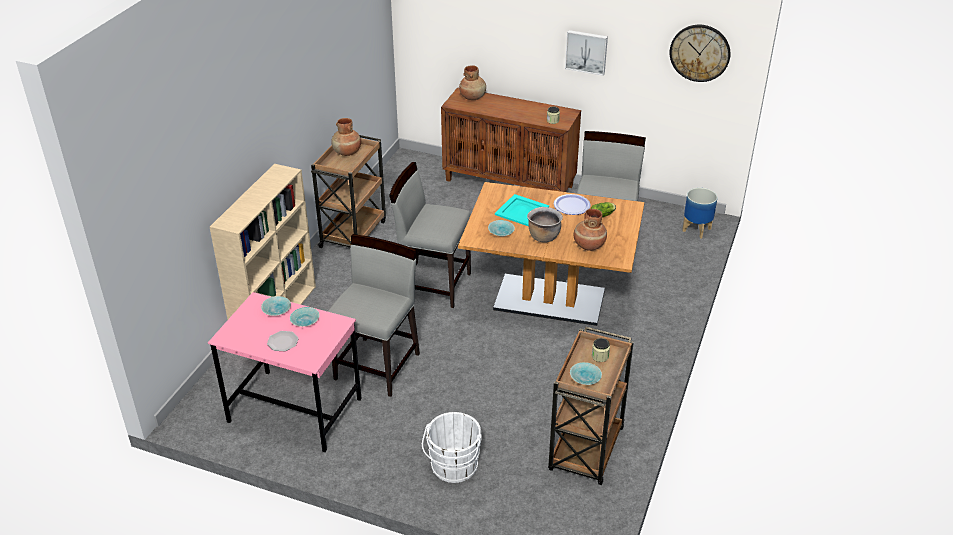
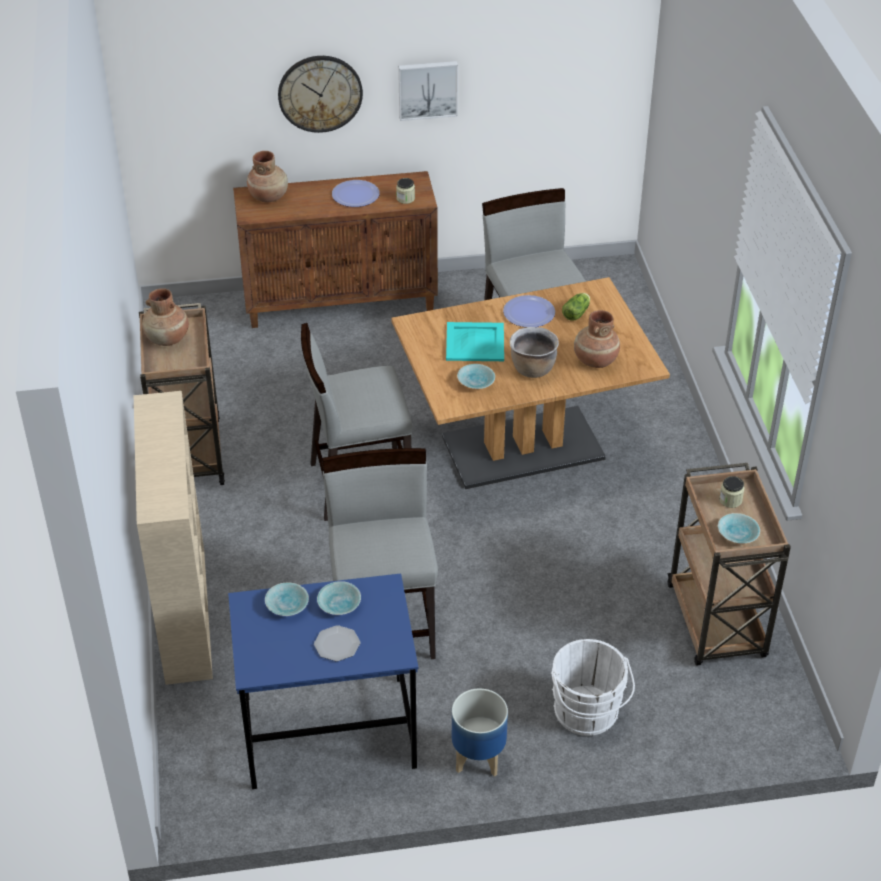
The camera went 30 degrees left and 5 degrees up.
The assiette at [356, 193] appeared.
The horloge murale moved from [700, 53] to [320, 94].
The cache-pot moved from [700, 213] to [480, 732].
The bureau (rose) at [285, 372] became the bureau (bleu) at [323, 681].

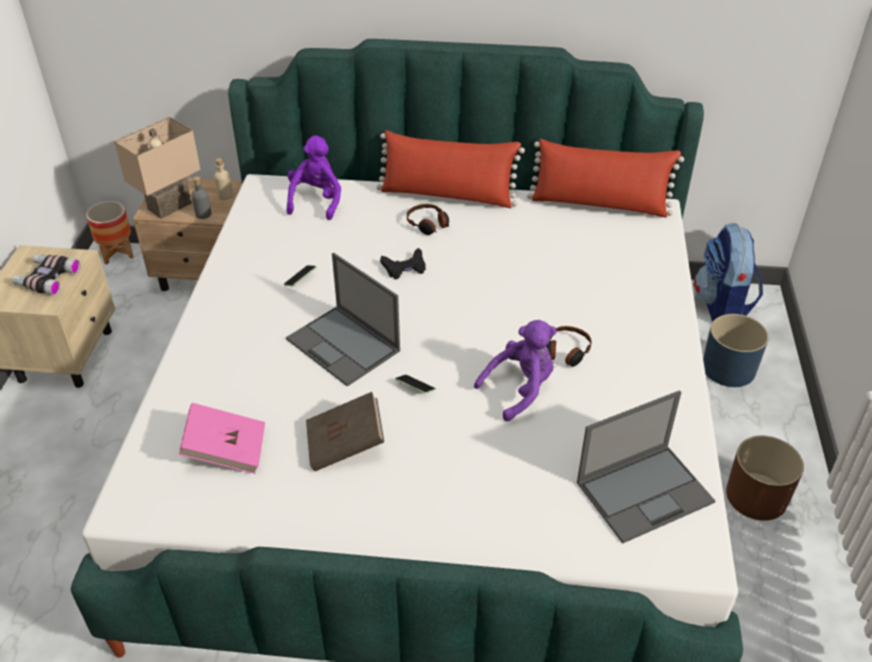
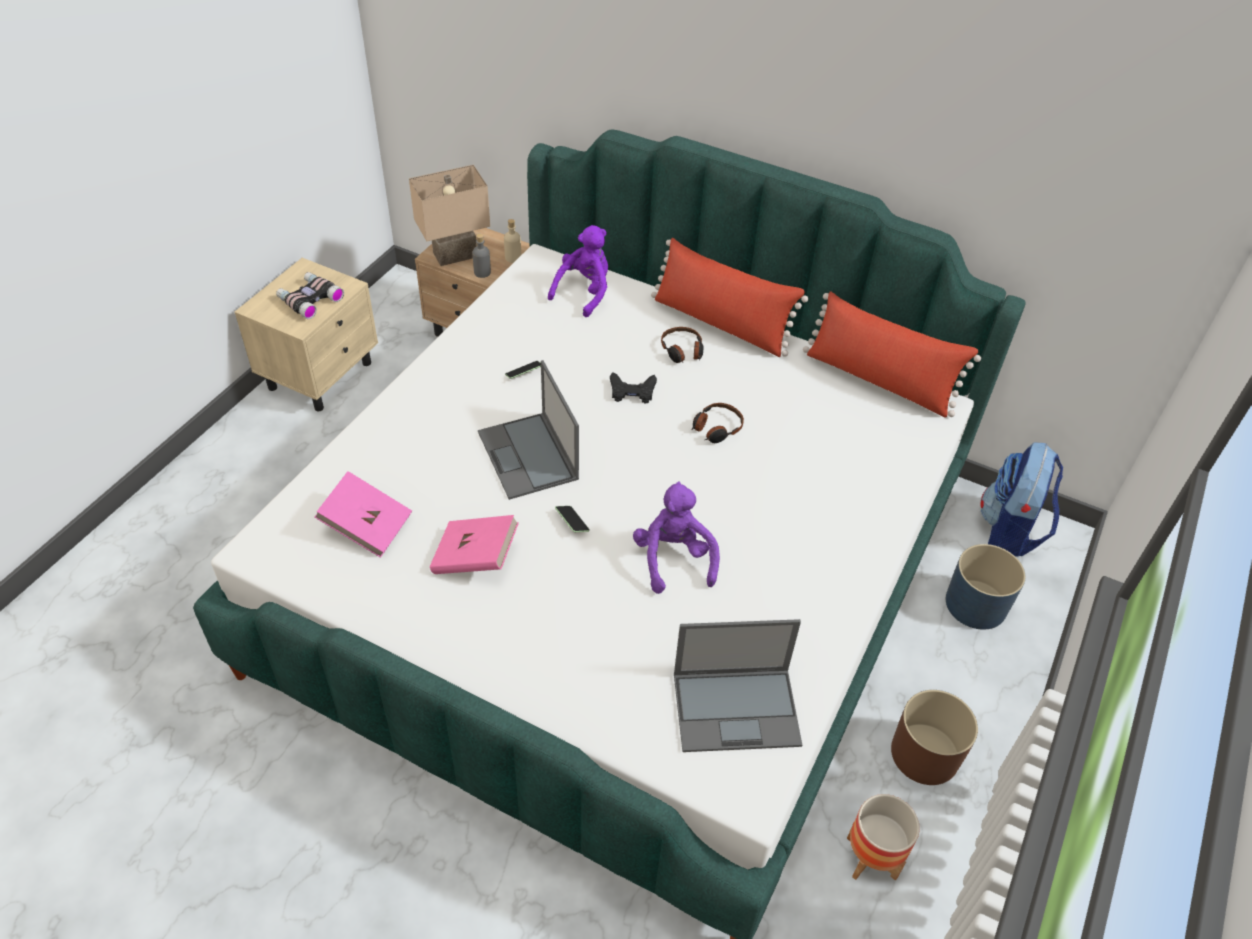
The camera went 20 degrees right and 5 degrees up.
The cache-pot moved from [110, 232] to [883, 837].
The casque audio moved from [569, 346] to [718, 423].
The livre (marron) at [345, 431] became the livre (rose) at [474, 544].
The peluche (violet) at [515, 370] turned 90 degrees counterclockwise.

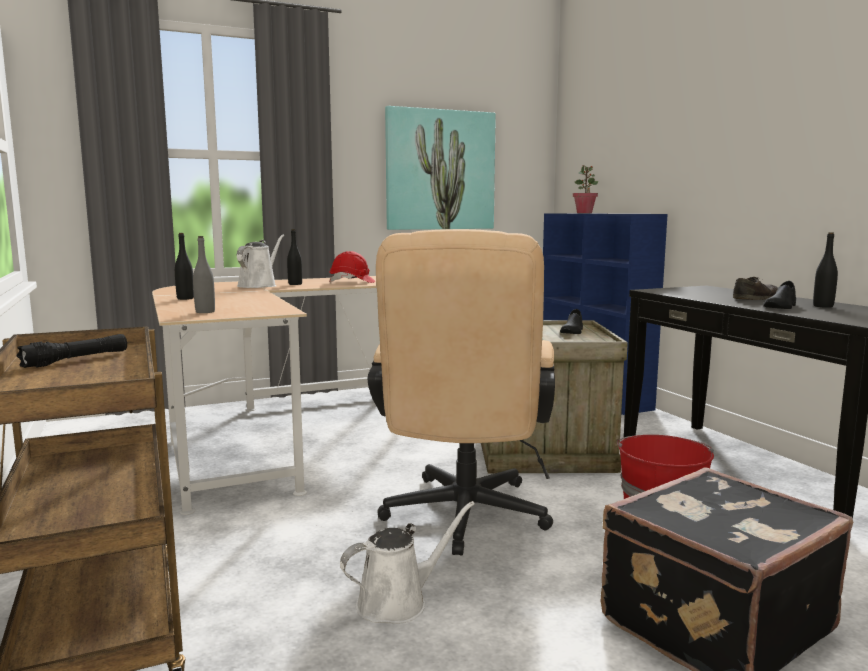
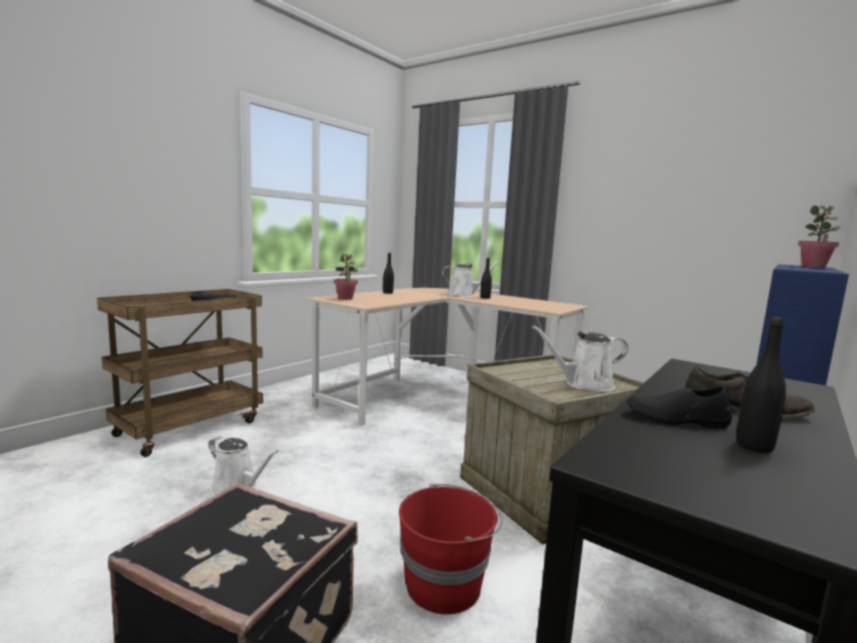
The camera went 60 degrees right and 0 degrees up.
The casque de chantier (rouge) at [352, 267] disappeared.
The chaise de bureau (beige) at [461, 392] disappeared.
The tableau at [440, 168] disappeared.
The bouteille (gris) at [204, 274] was replaced by the plante en pot at [346, 276].
The chaussure (noir) at [571, 321] was replaced by the arrosoir (blanc) at [580, 359].

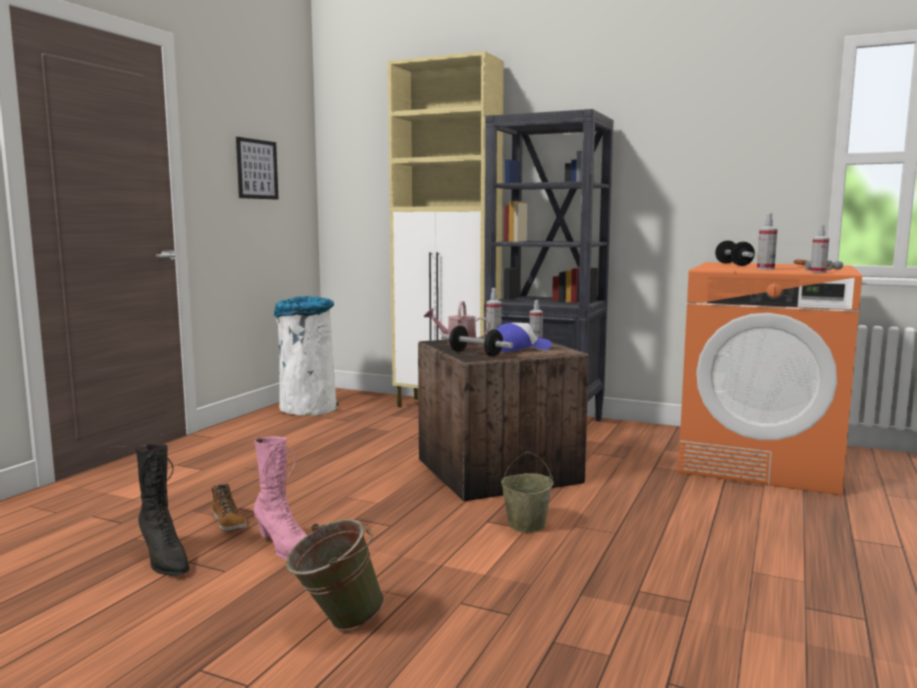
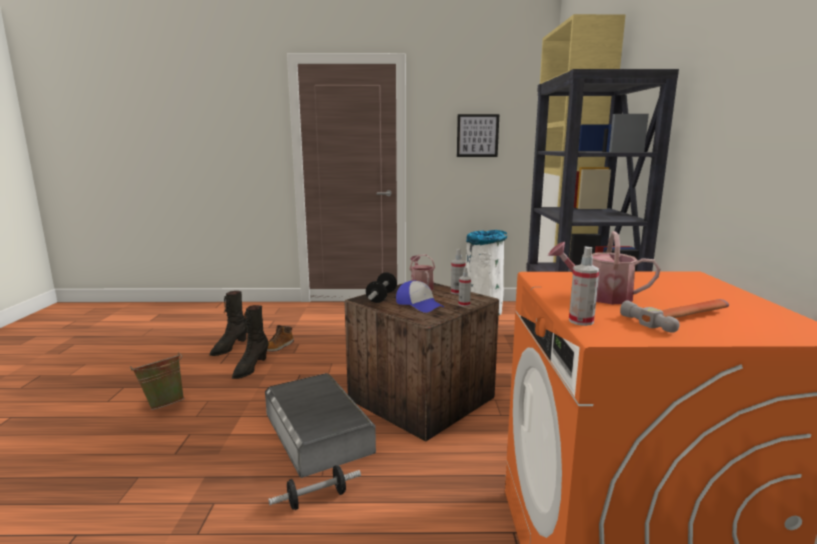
The camera went 65 degrees right and 5 degrees up.
The haltère moved from [735, 253] to [314, 487].
The seau (beige) at [527, 492] was replaced by the boîte de rangement (gris) at [320, 425].
The vaporisateur at [767, 241] was replaced by the arrosoir at [604, 267].
The botte (rose) at [280, 498] became the botte (noir) at [250, 342].

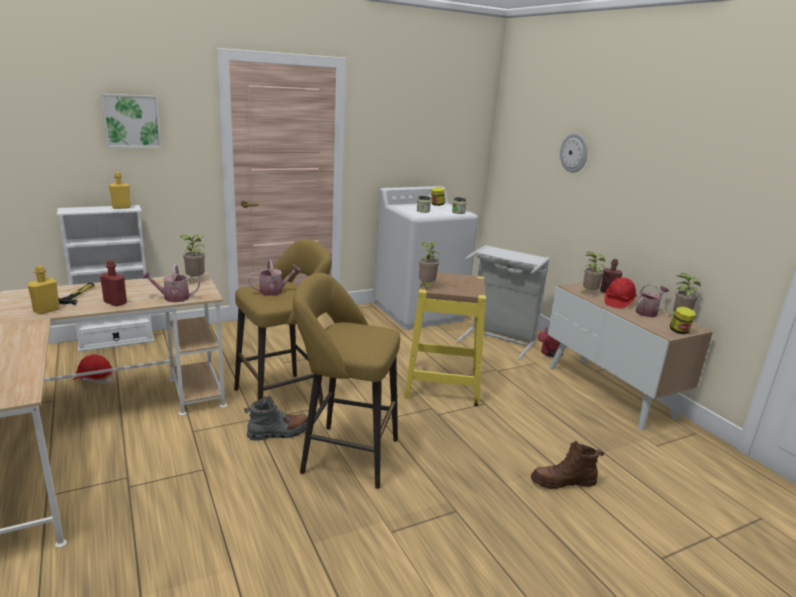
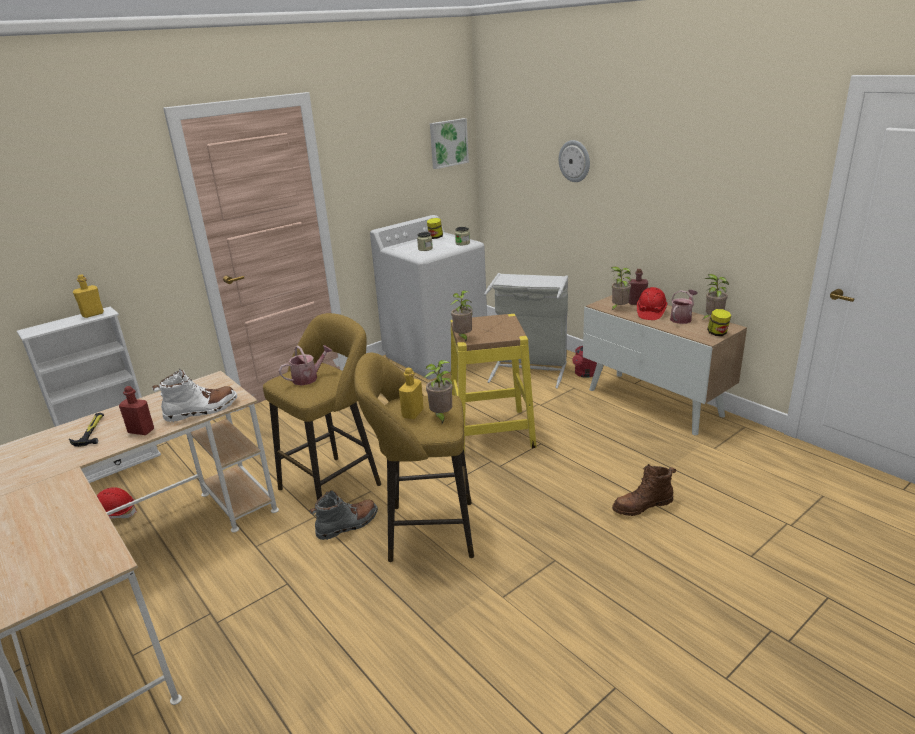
The camera went 10 degrees left and 5 degrees up.
The bouteille (jaune) moved from [43, 289] to [411, 393].
The tableau moved from [131, 121] to [449, 143].
The plante en pot moved from [192, 259] to [438, 392].
The arrosoir at [170, 283] was replaced by the botte (blanc) at [194, 395].

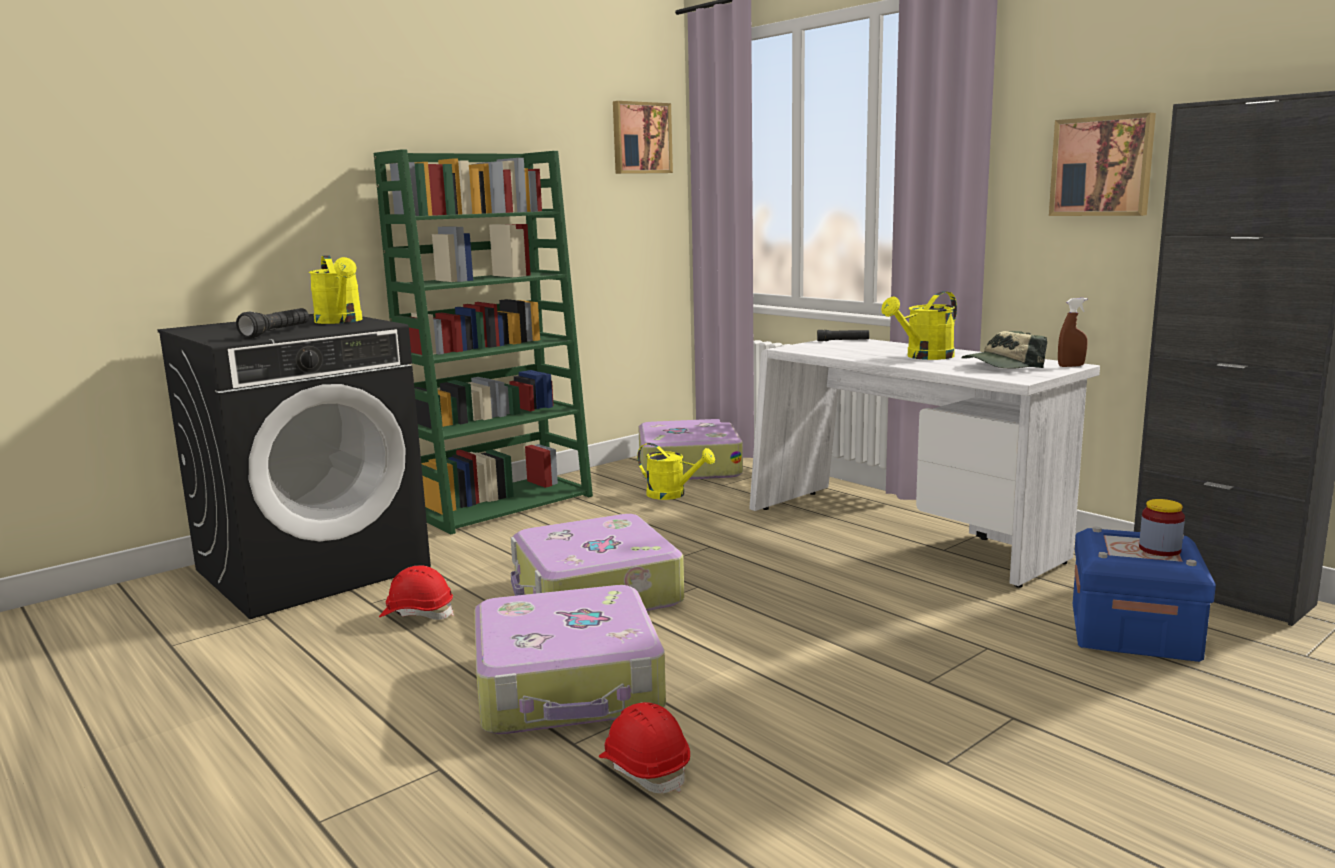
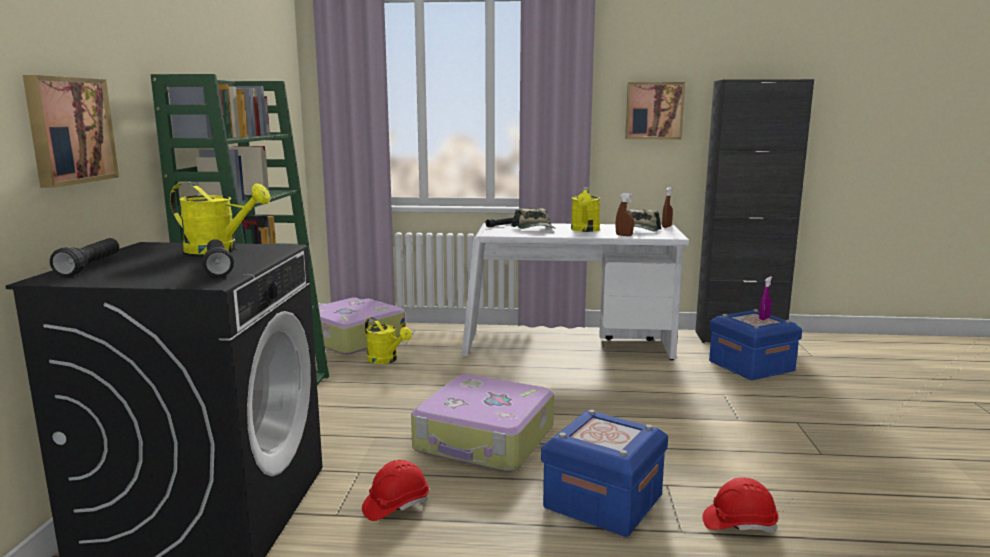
The camera went 45 degrees left and 0 degrees up.
The lampe de poche (noir) at [84, 257] appeared.
The casquette at [533, 218] appeared.
The vaporisateur (marron) at [625, 214] appeared.
The tableau moved from [643, 137] to [71, 131].
The valise at [570, 659] was replaced by the boîte de rangement (bleu) at [604, 473].
The bocal at [1162, 527] was replaced by the vaporisateur (violet) at [765, 298].
The arrosoir (jaune) at [676, 471] turned 60 degrees clockwise.

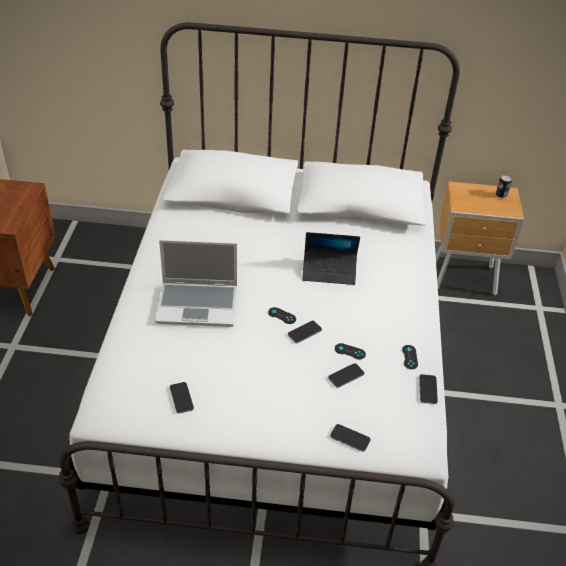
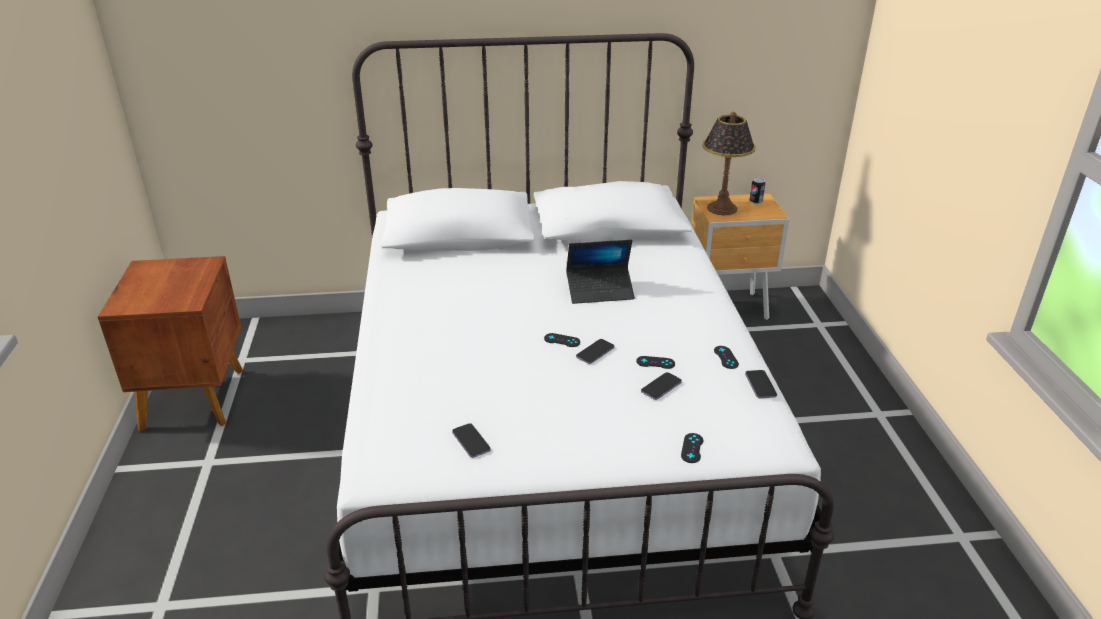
The camera went 10 degrees left and 10 degrees down.
The ordinateur portable at [196, 283] disappeared.
The lampe de table at [729, 163] appeared.
The téléphone at [350, 437] was replaced by the manette (noir) at [692, 448].

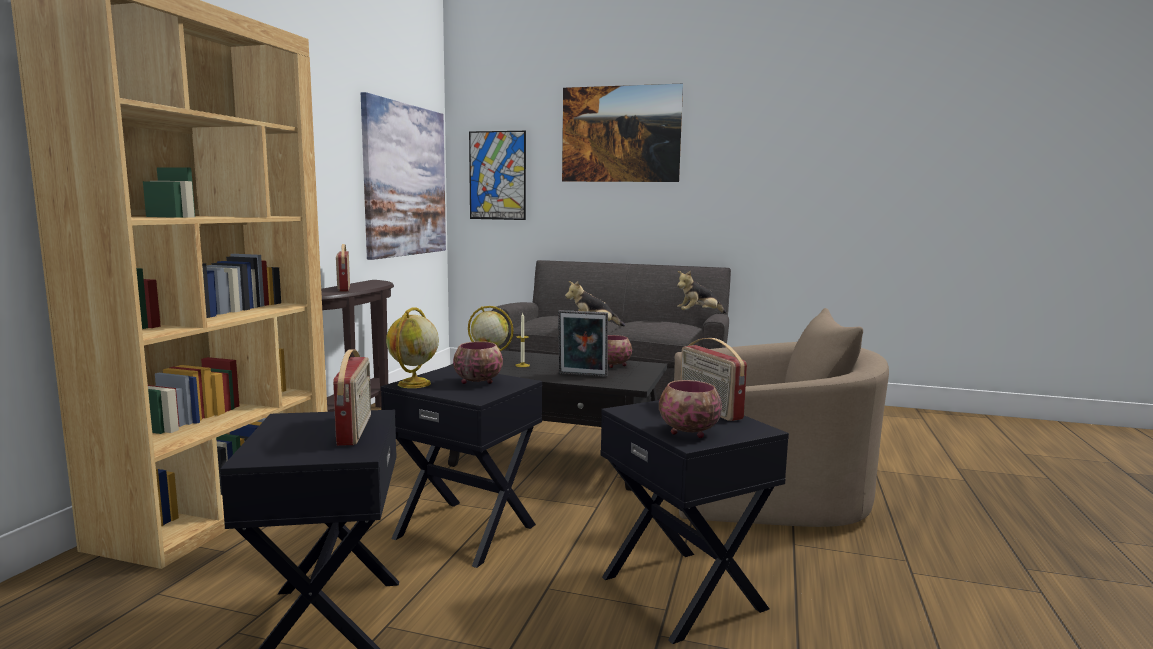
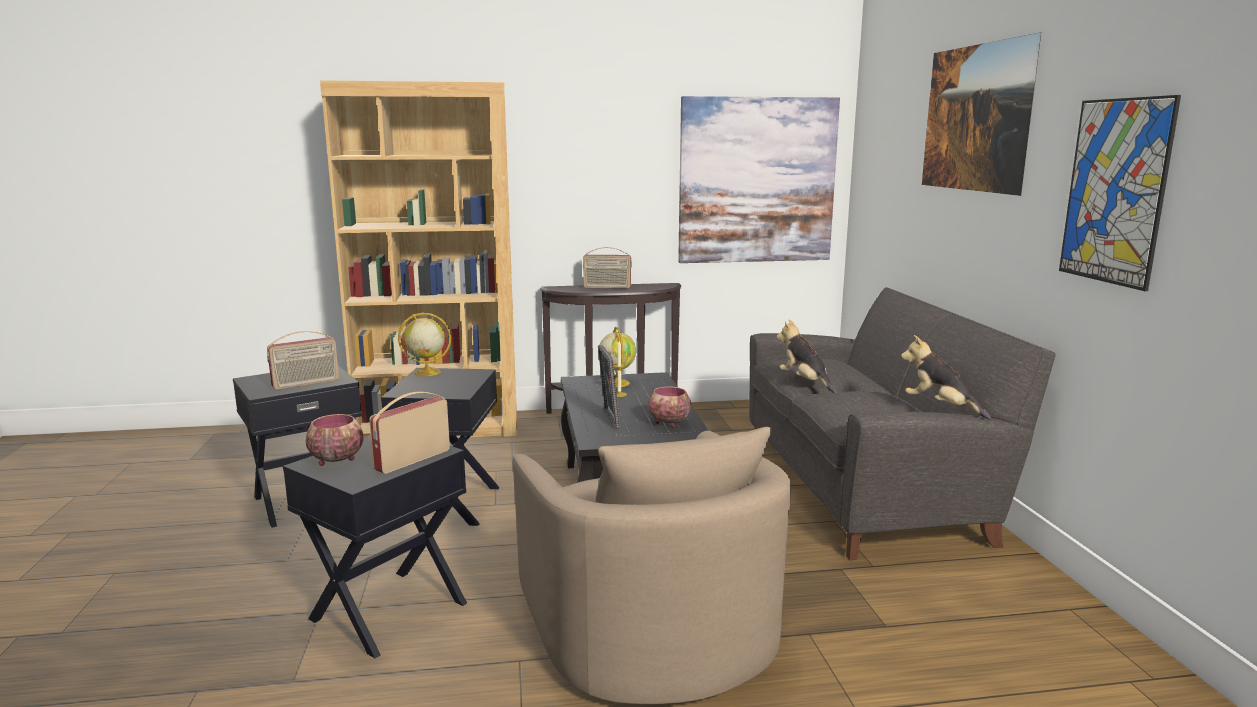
The camera went 65 degrees right and 5 degrees up.
The bol at [478, 362] disappeared.
The tableau moved from [497, 175] to [1120, 193].
The radio at [343, 268] turned 135 degrees counterclockwise.

